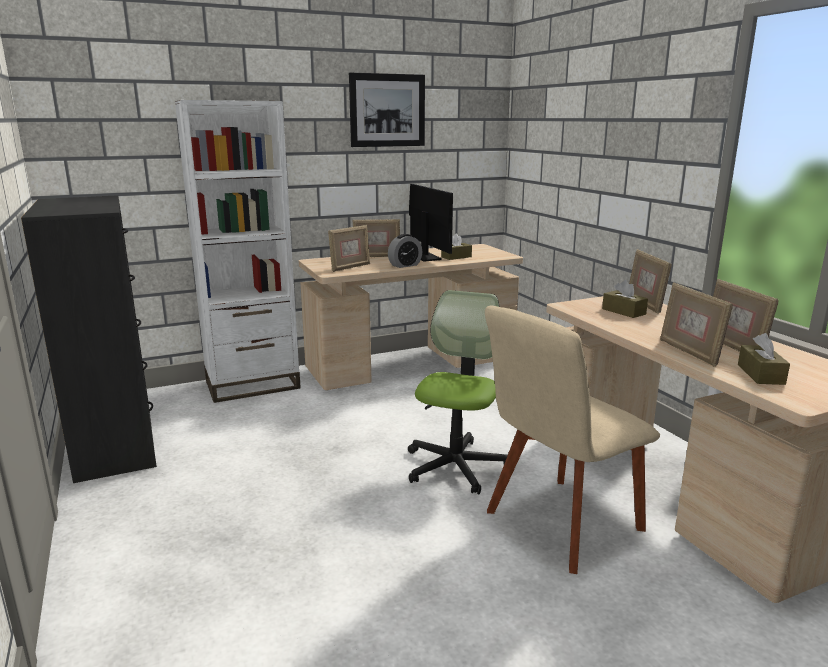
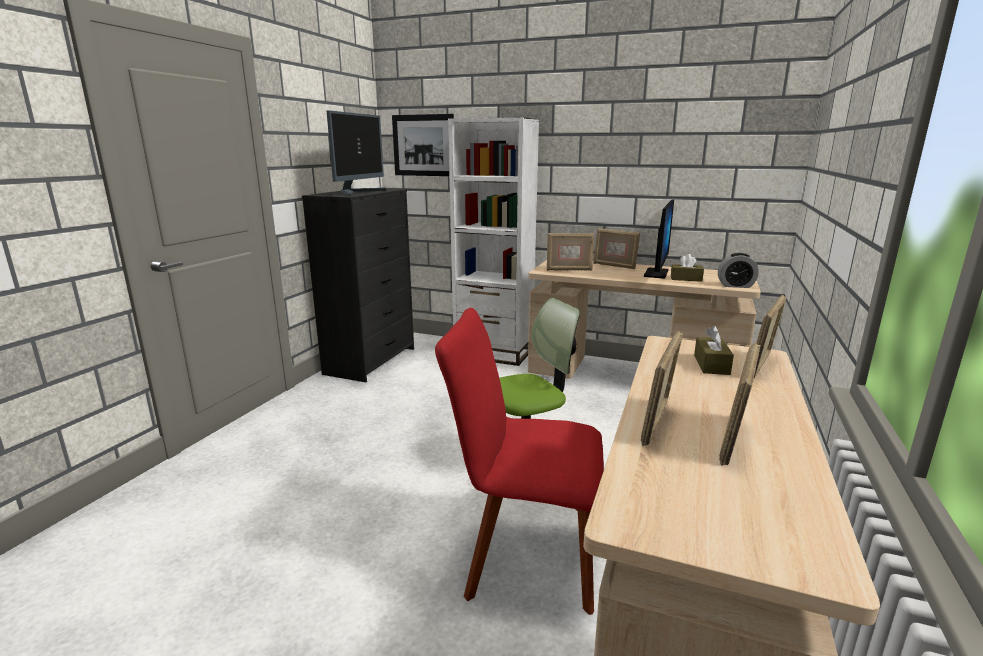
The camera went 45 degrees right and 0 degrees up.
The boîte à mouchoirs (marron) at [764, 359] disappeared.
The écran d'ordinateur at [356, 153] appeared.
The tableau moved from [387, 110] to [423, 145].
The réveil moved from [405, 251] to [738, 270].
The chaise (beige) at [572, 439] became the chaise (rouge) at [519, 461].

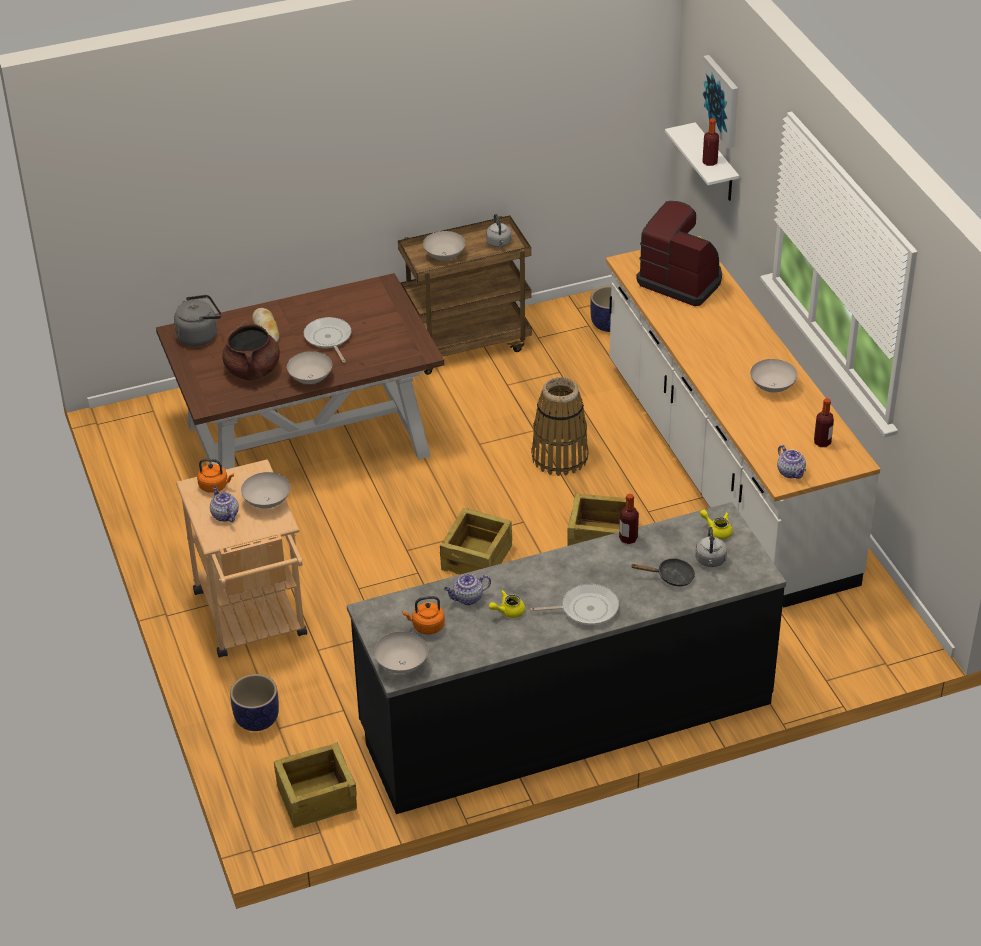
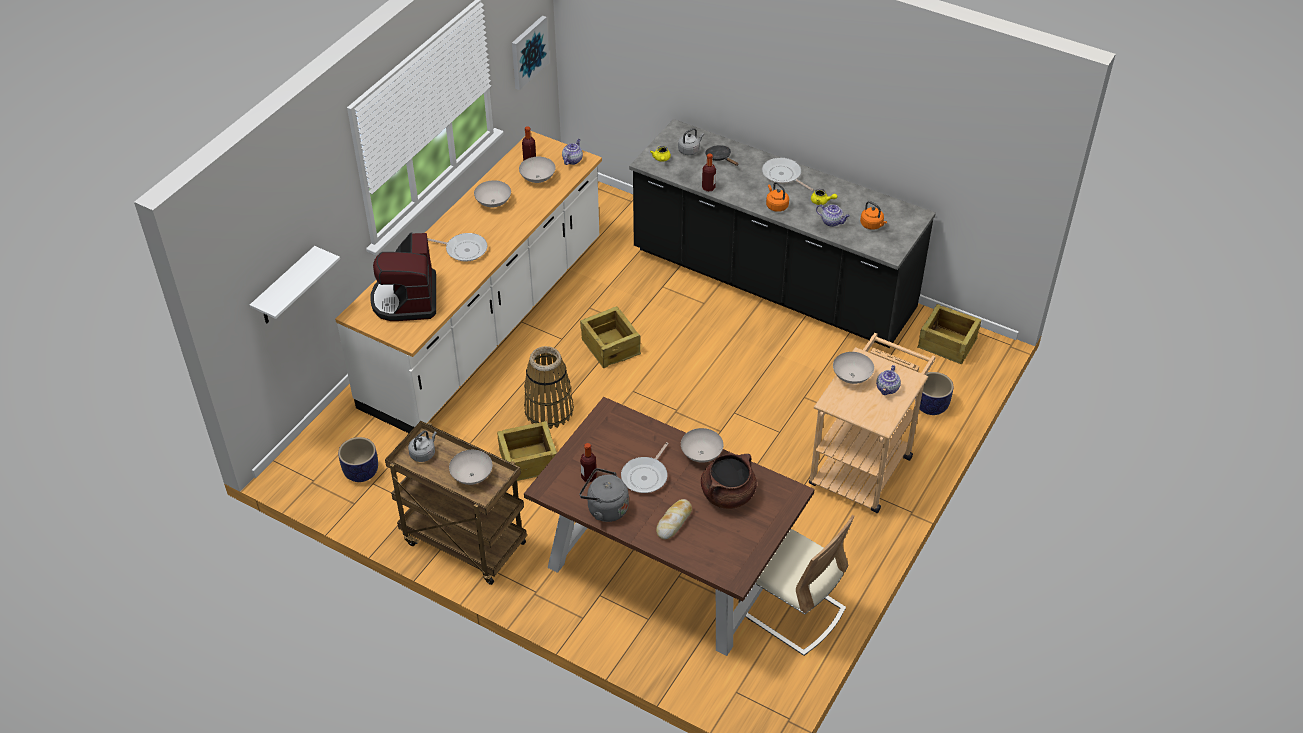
The camera went 130 degrees left and 5 degrees up.
The poêle at [457, 247] appeared.
The chaise (beige) at [796, 585] appeared.
The bouilloire (gris) moved from [198, 321] to [604, 495].
The bouilloire (orange) moved from [215, 476] to [777, 197].
The bol (blanc) moved from [401, 652] to [537, 170].
The caisse moved from [476, 541] to [527, 451].
The tableau moved from [719, 101] to [530, 52].
The bouteille moved from [711, 142] to [588, 463].

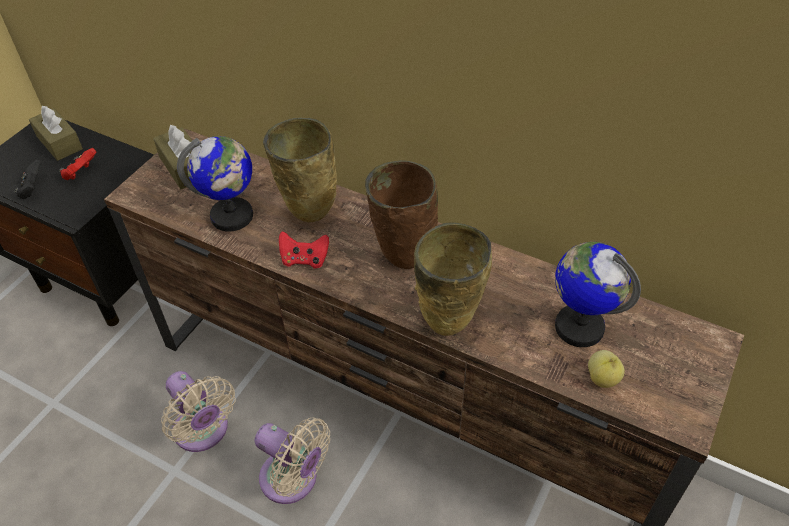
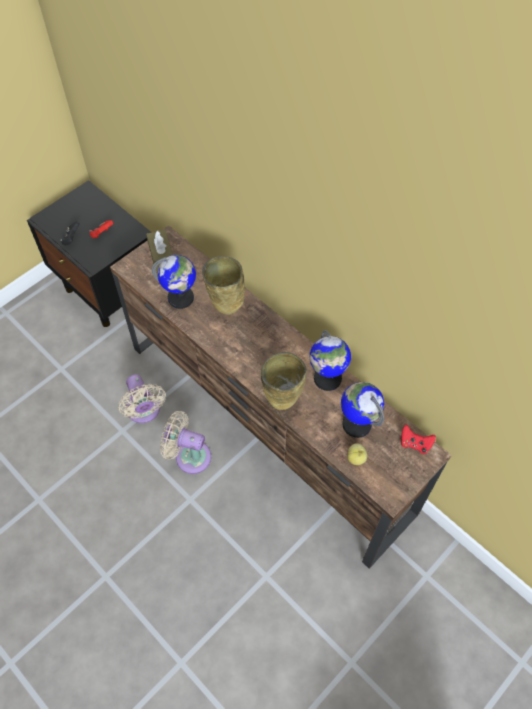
The camera went 15 degrees right and 10 degrees up.
The boîte à mouchoirs (marron) at [56, 133] disappeared.
The vase (marron) at [401, 214] disappeared.
The globe at [330, 360] appeared.
The manette (rouge) moved from [304, 250] to [418, 439].
The ventilateur (beige) at [292, 460] turned 150 degrees clockwise.

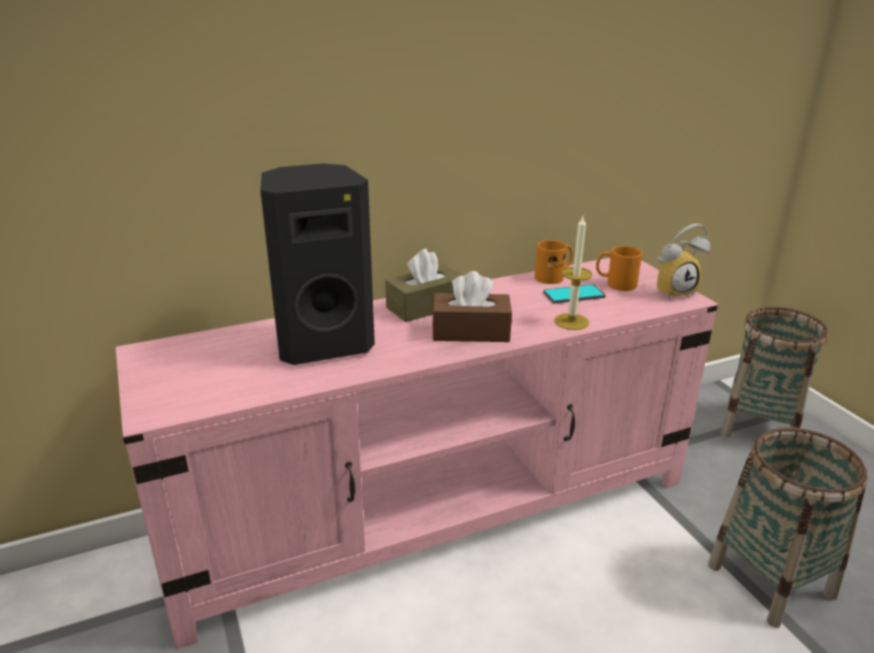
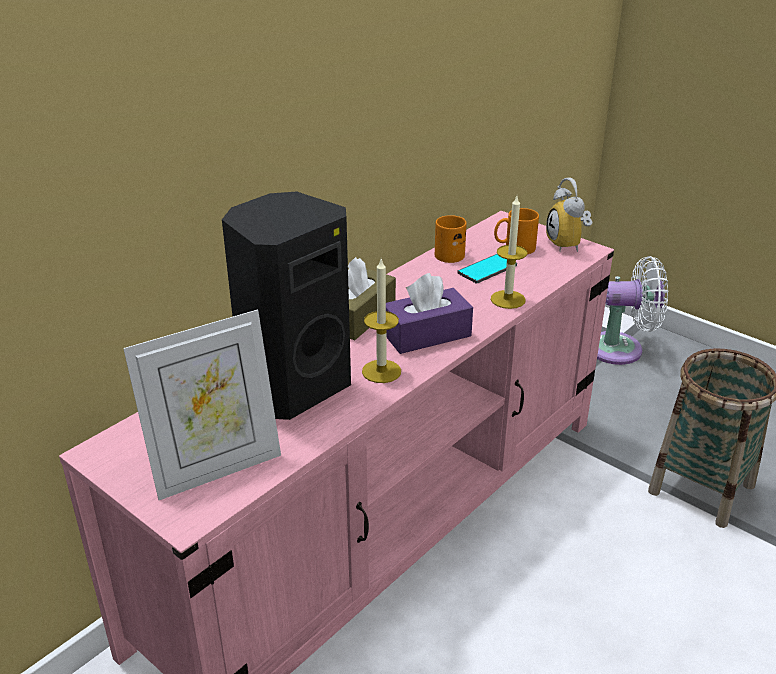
The camera went 25 degrees left and 5 degrees up.
The cadre photo at [202, 404] appeared.
The bougie at [381, 321] appeared.
The panier at [775, 372] was replaced by the ventilateur (blanc) at [632, 310].
The boîte à mouchoirs (marron) at [472, 306] became the boîte à mouchoirs (violet) at [429, 313].
The réveil at [683, 261] turned 120 degrees clockwise.

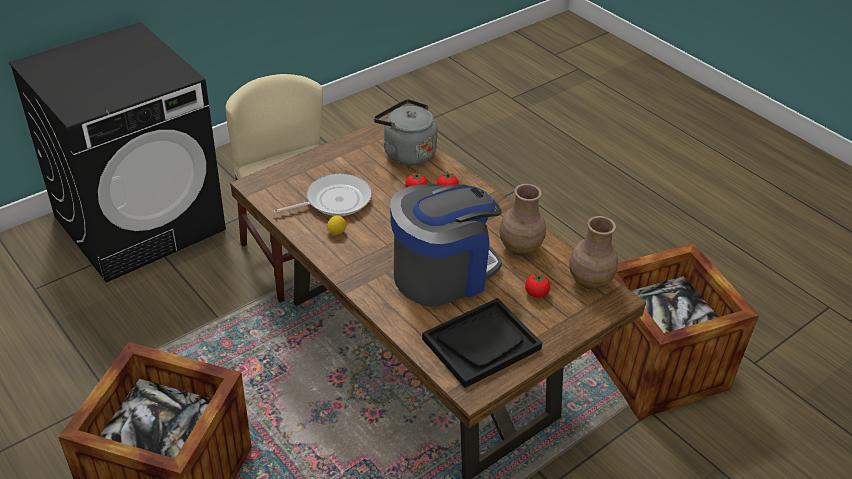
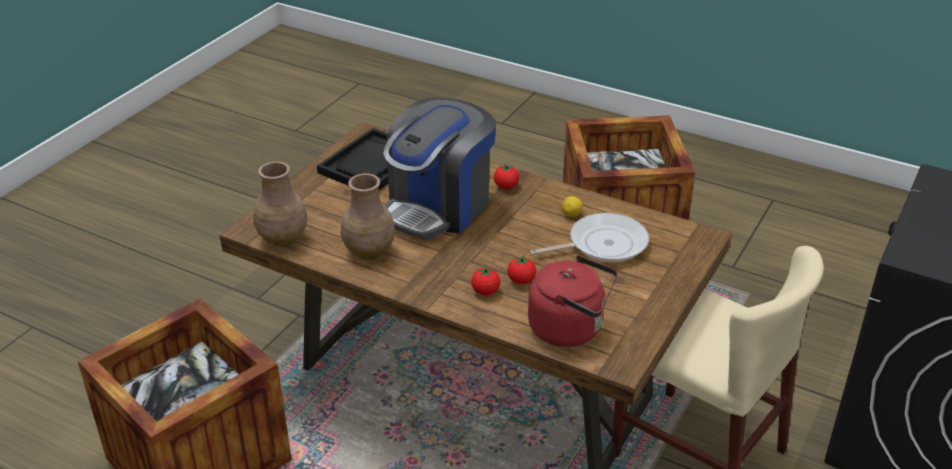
The camera went 160 degrees right and 5 degrees down.
The tomate moved from [537, 285] to [506, 176].
The bouilloire (gris) at [406, 132] became the bouilloire (rouge) at [572, 301].
The poêle at [322, 195] turned 150 degrees counterclockwise.

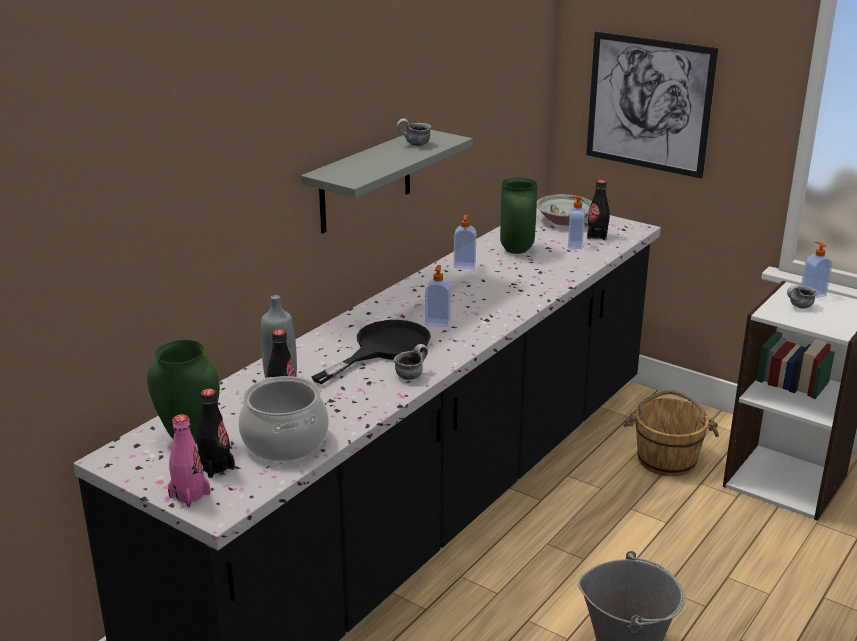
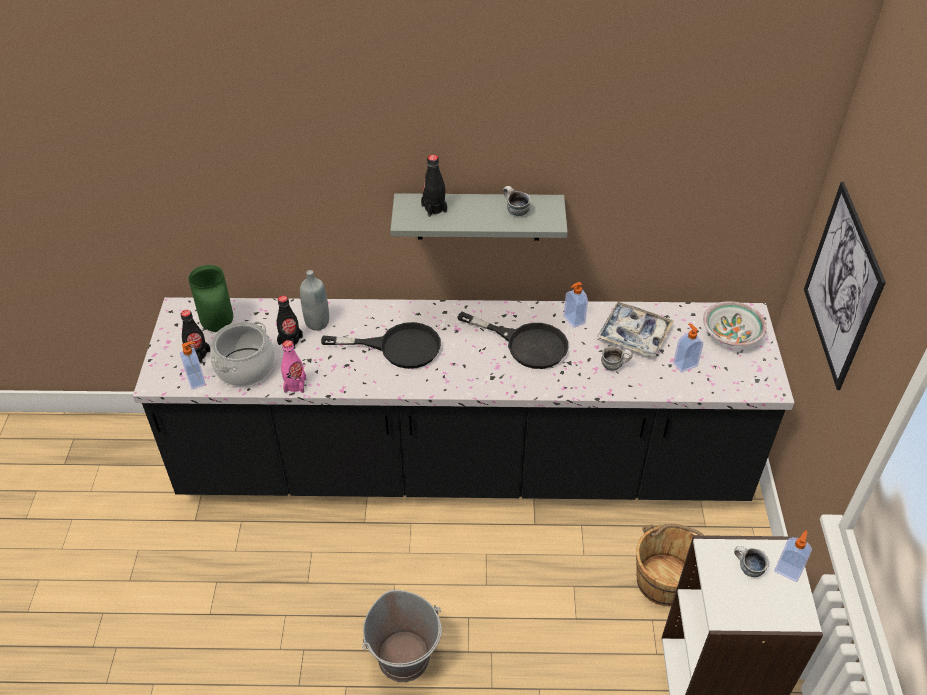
The camera went 55 degrees right and 20 degrees up.
The poêle (noir) at [513, 340] appeared.
The bouteille (rose) moved from [189, 460] to [293, 366].
The mug moved from [411, 362] to [616, 358].
The distributeur de savon moved from [438, 296] to [193, 365].
The bouteille (noir) moved from [598, 210] to [434, 186].
The vase (vert) at [518, 215] was replaced by the plateau at [635, 329].

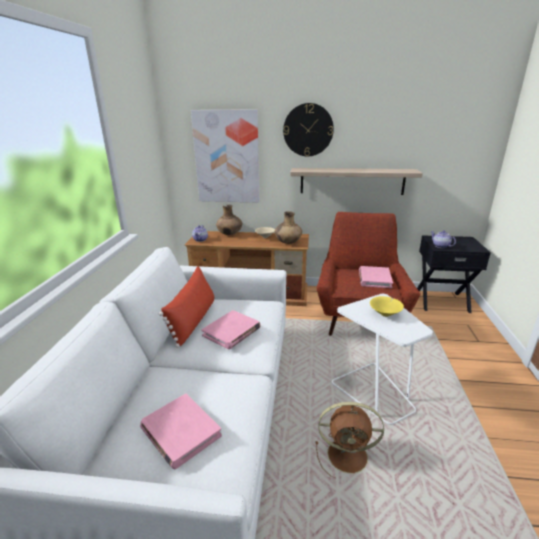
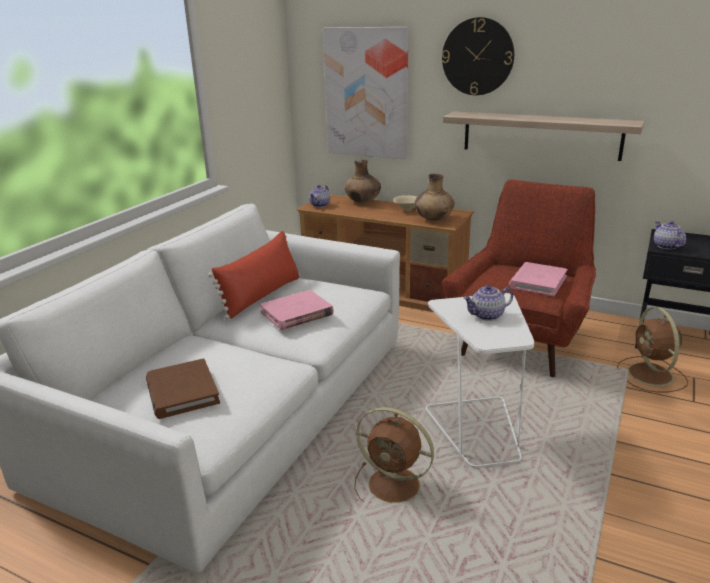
The camera went 20 degrees right and 0 degrees up.
The ventilateur (marron) at [652, 349] appeared.
The bol (jaune) at [387, 306] was replaced by the théière at [488, 303].
The livre (rose) at [181, 431] became the livre (marron) at [183, 388].

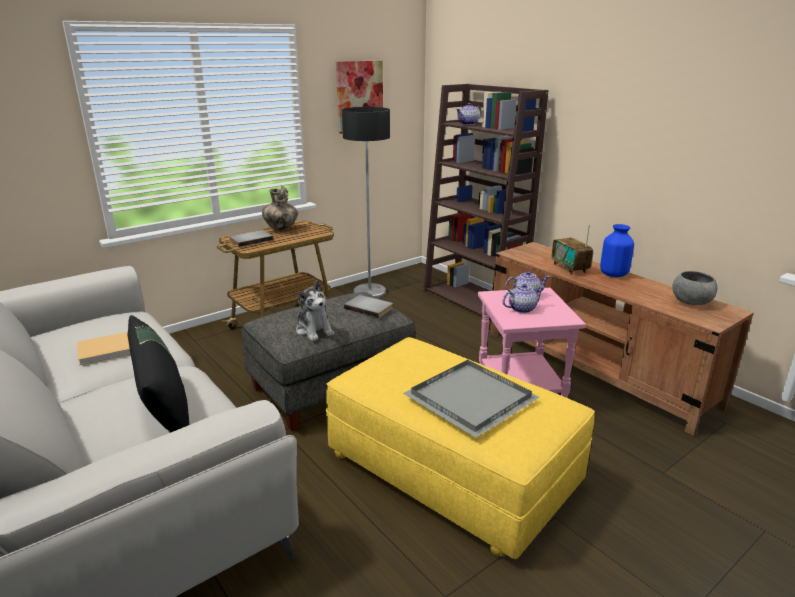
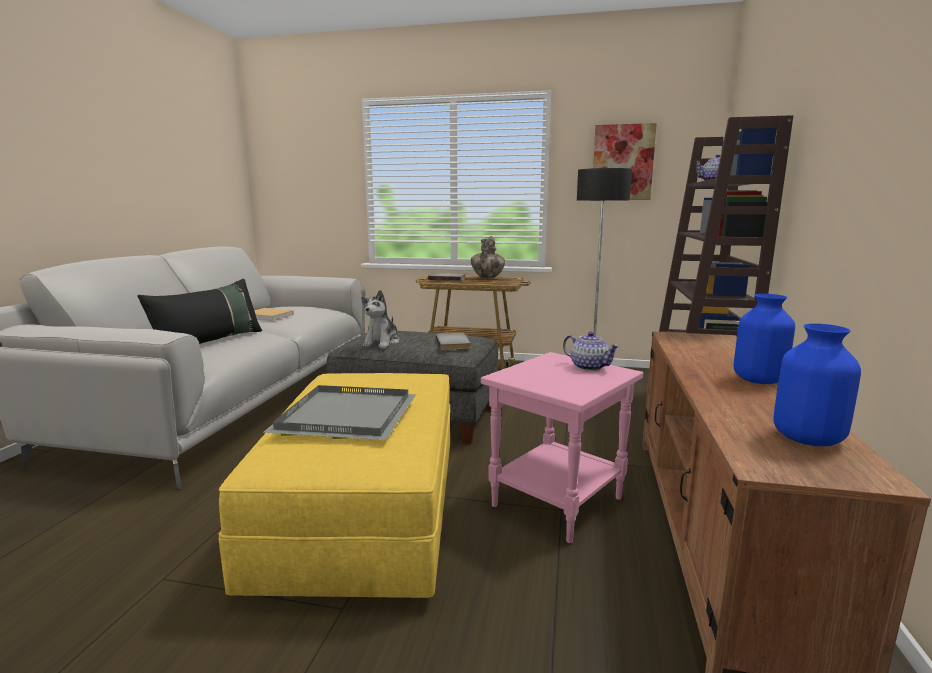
The camera went 50 degrees right and 10 degrees down.
The théière at [523, 298] disappeared.
The radio at [572, 250] disappeared.
The bol (gris) at [695, 288] was replaced by the vase (bleu) at [817, 385].

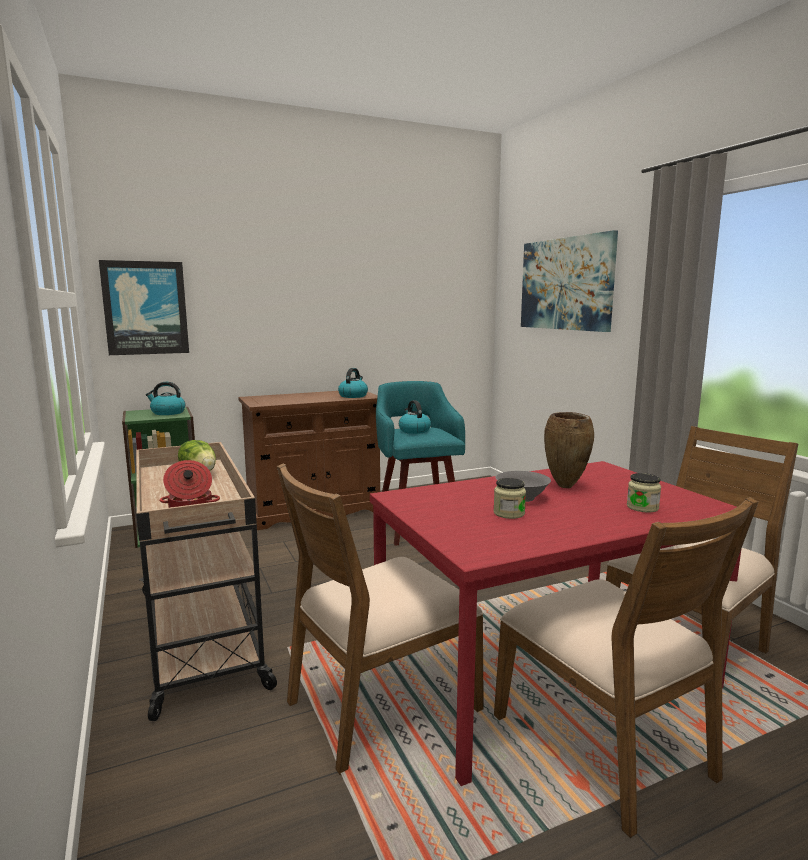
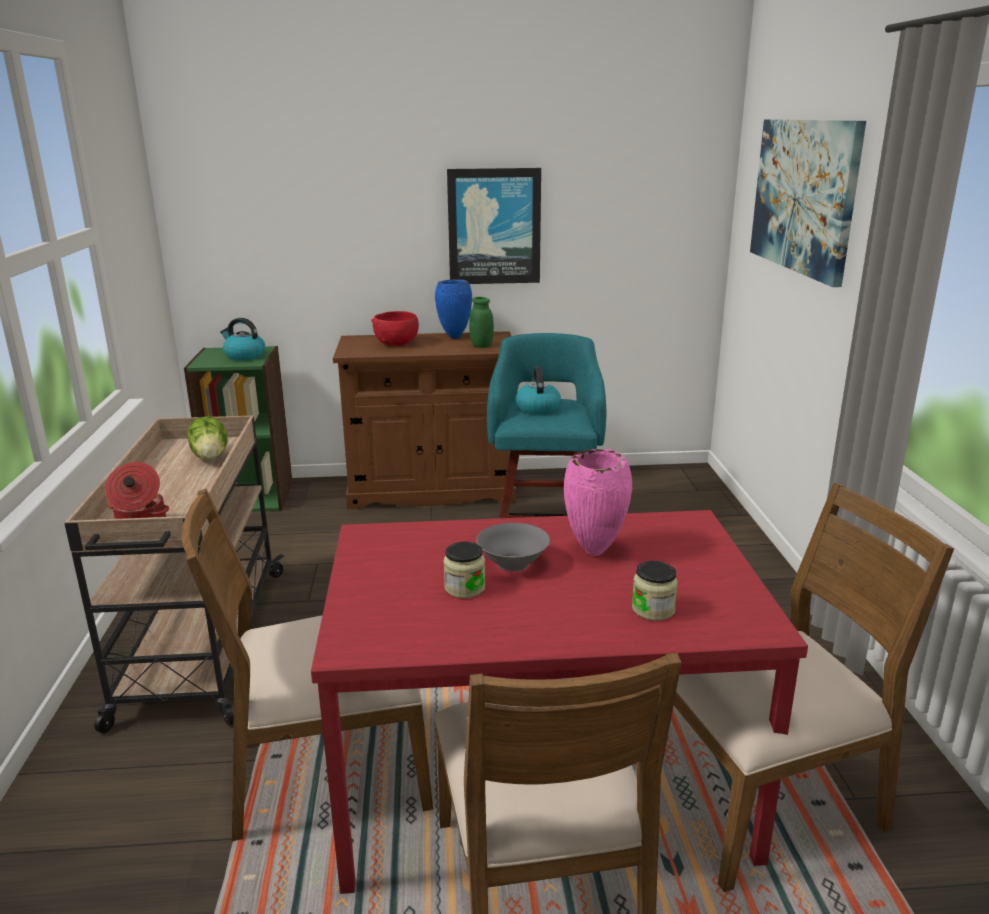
The camera went 20 degrees right and 10 degrees up.
The bol (rouge) at [395, 328] appeared.
The vase (bleu) at [453, 309] appeared.
The tableau moved from [144, 307] to [494, 226].
The bouilloire at [353, 383] was replaced by the bocal (vert) at [481, 322].
The vase (marron) at [569, 450] became the vase (rose) at [598, 502].

